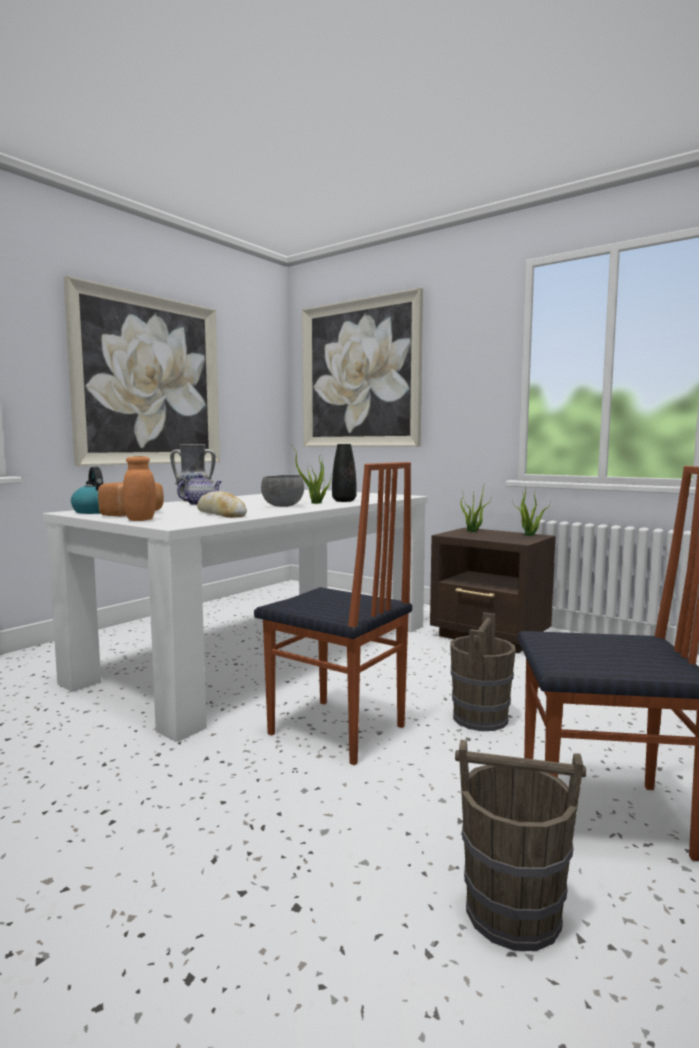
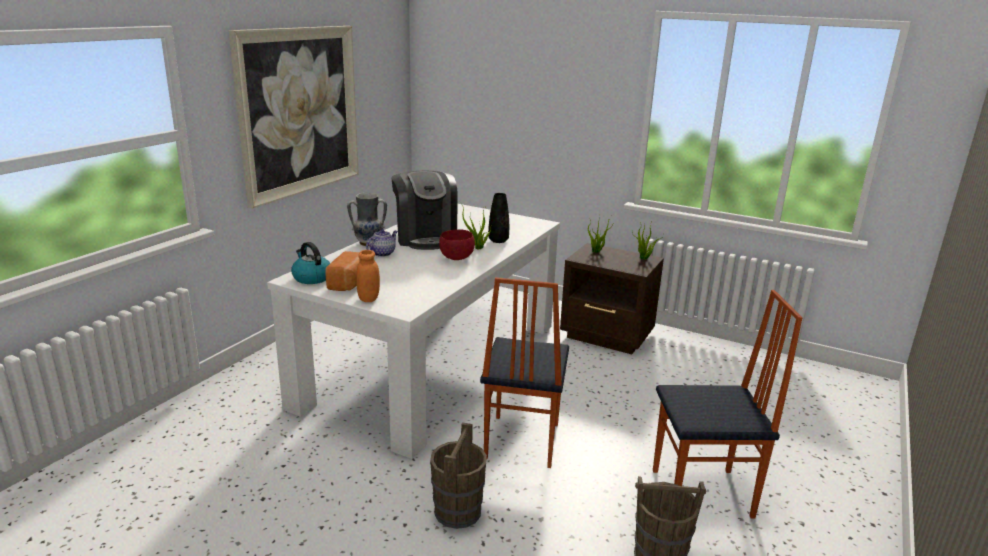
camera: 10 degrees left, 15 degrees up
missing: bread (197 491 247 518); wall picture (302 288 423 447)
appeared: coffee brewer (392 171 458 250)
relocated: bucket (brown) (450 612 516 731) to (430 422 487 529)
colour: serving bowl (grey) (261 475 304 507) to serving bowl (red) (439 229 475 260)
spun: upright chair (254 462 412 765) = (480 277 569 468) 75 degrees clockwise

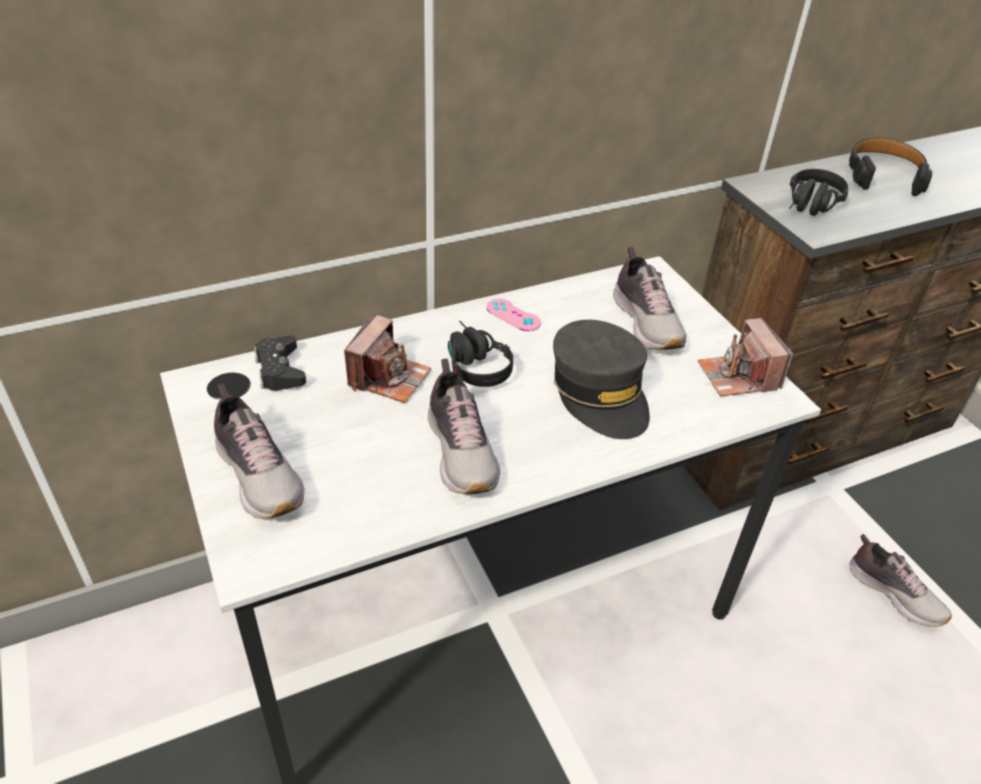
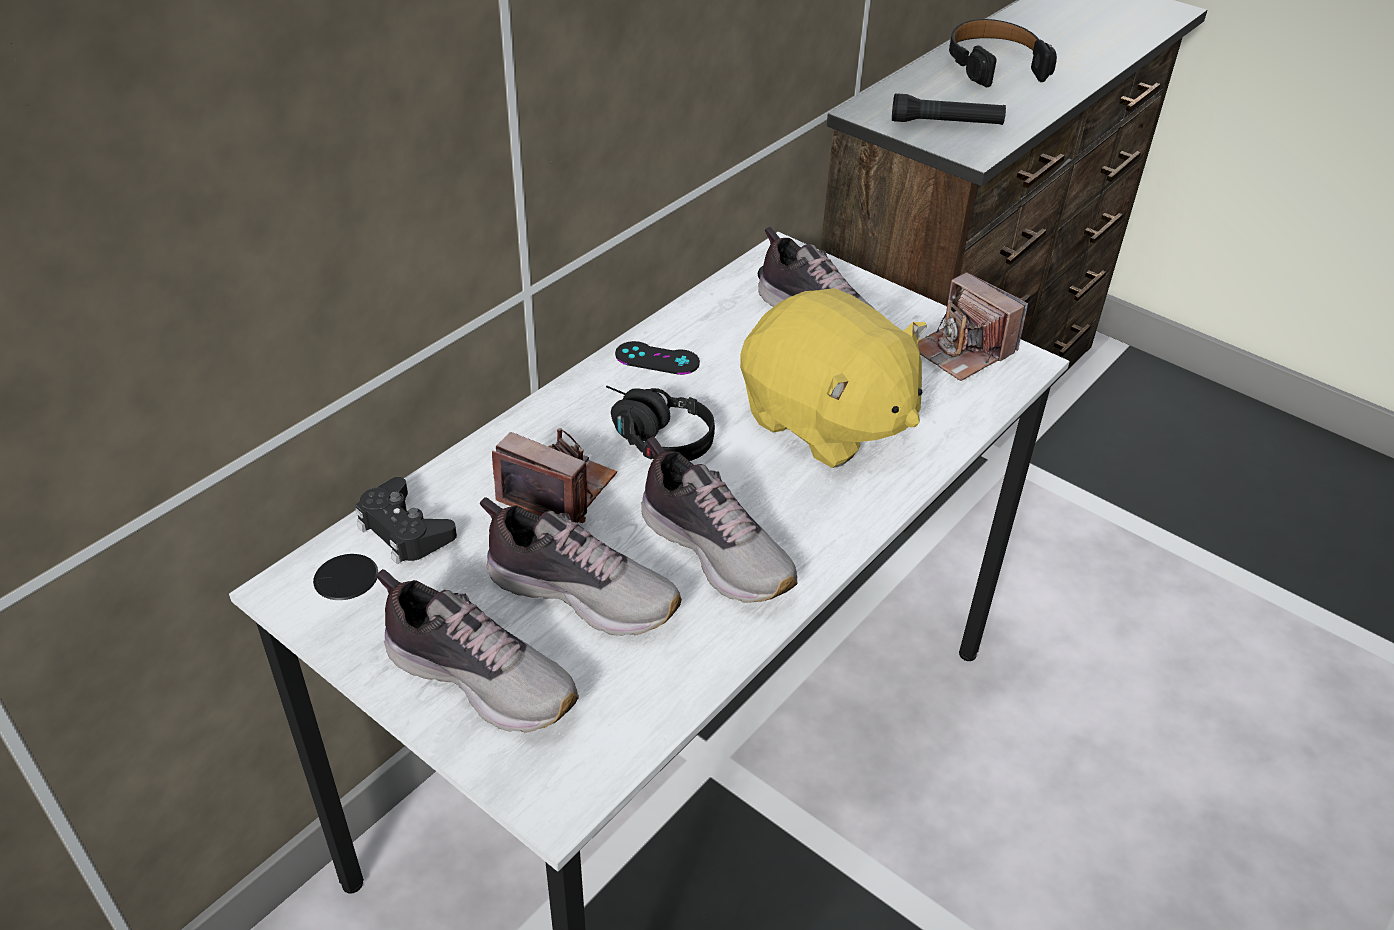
camera: 25 degrees left, 0 degrees up
relocated: item of footwear (849 534 952 627) to (480 497 682 636)
exchanged: cap (grey) (553 320 650 439) to soft toy (yellow) (740 288 927 468); headphones (blackish) (789 169 848 216) to hand torch (blackish) (892 94 1006 125)
colour: game controller (pink-coloured) (486 299 541 331) to game controller (blackish) (615 341 700 375)
spun: photo camera (344 314 431 403) = (492 428 617 523) 60 degrees counterclockwise

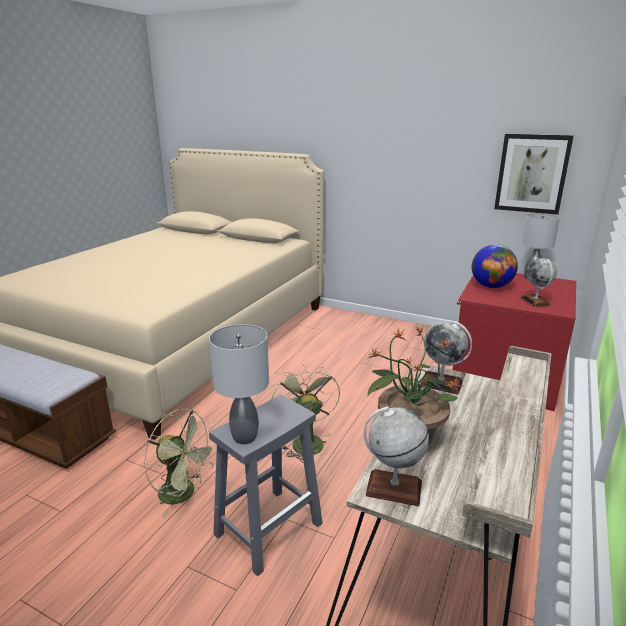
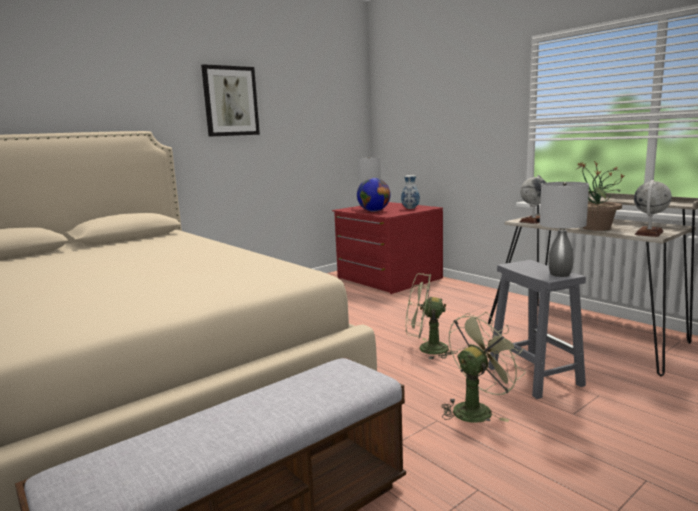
camera: 65 degrees left, 10 degrees down
relocated: wall picture (494 134 574 215) to (201 64 260 137)
exchanged: globe (521 258 557 307) to vase (401 175 420 209)

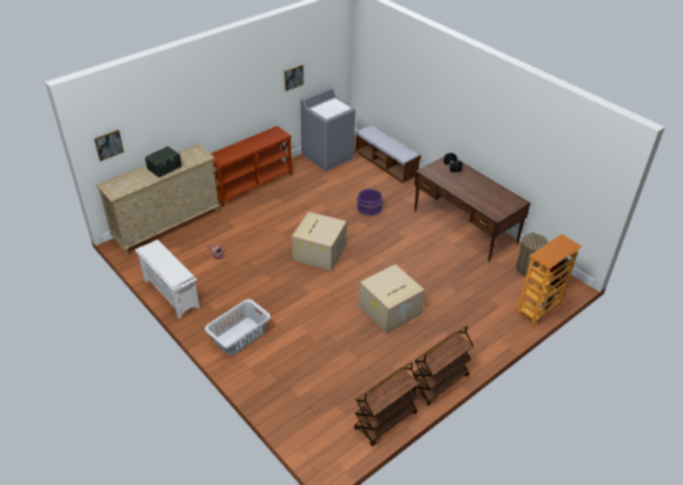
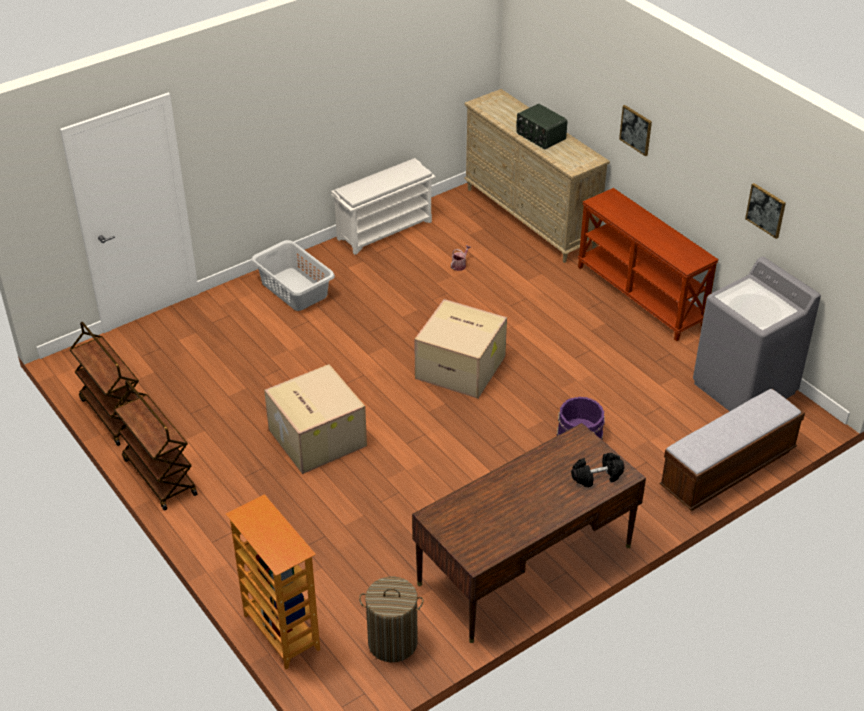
camera: 95 degrees right, 0 degrees up
relocated: wall picture (94 130 124 161) to (619 105 652 156)

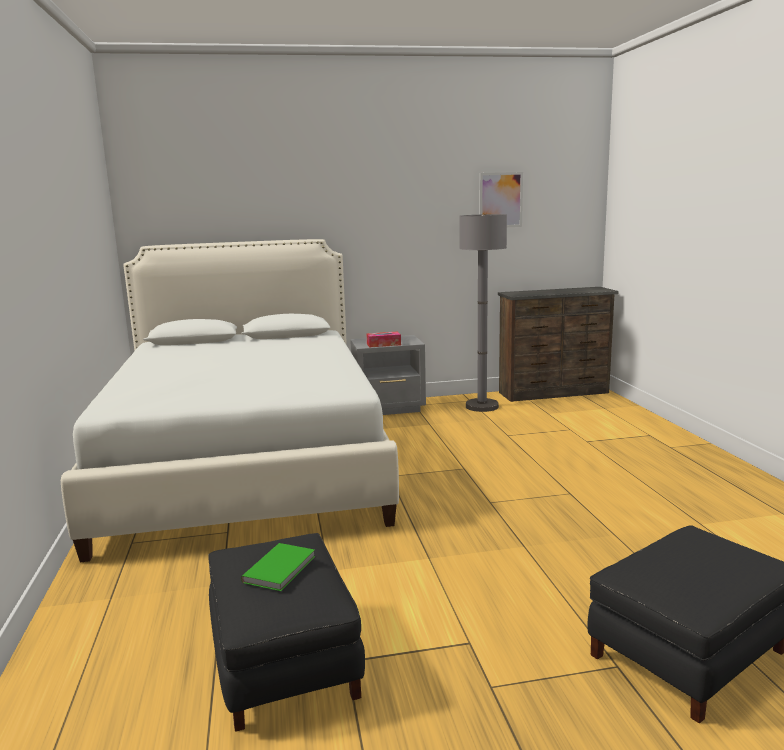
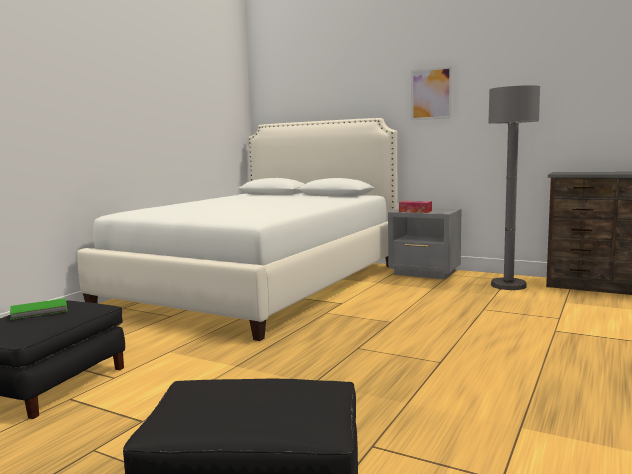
camera: 40 degrees right, 5 degrees down
relocated: wall picture (480 172 523 227) to (411 66 452 120)

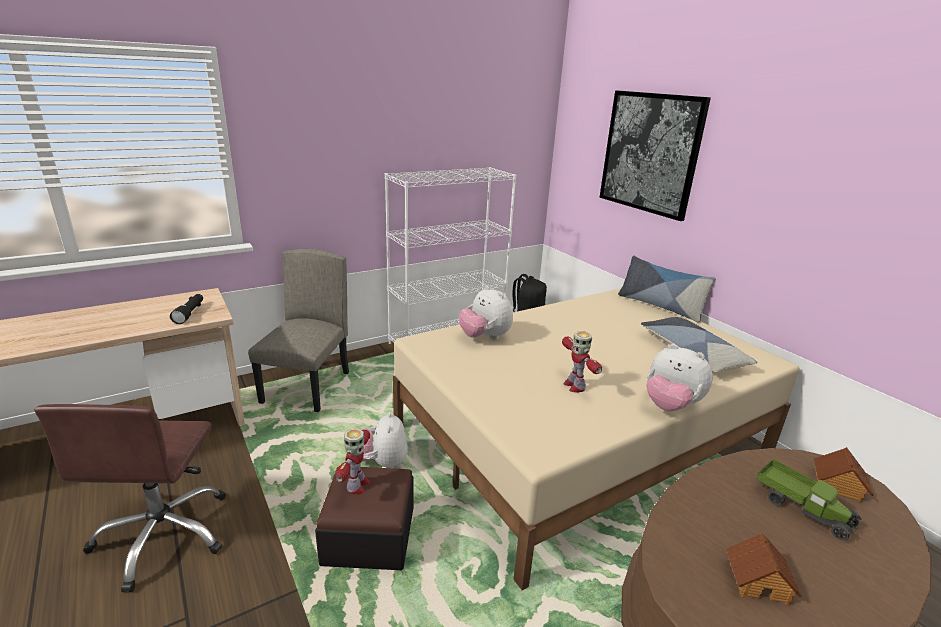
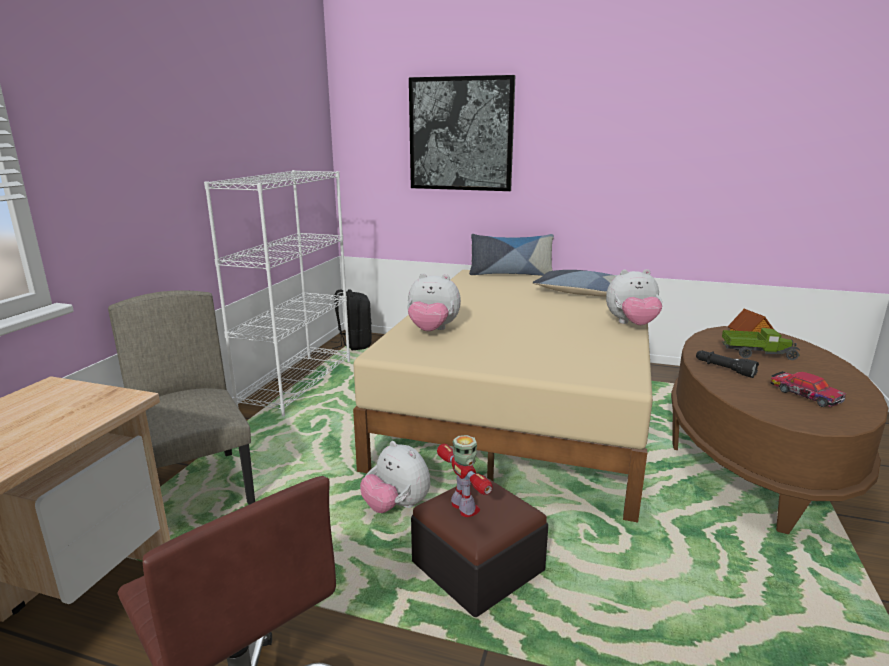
camera: 40 degrees left, 5 degrees down
missing: toy robot (562 331 602 392)
relocated: hand torch (blackish) (170 294 203 324) to (696 350 759 378)
exchanged: model house (726 533 802 605) to toy car (770 371 846 407)

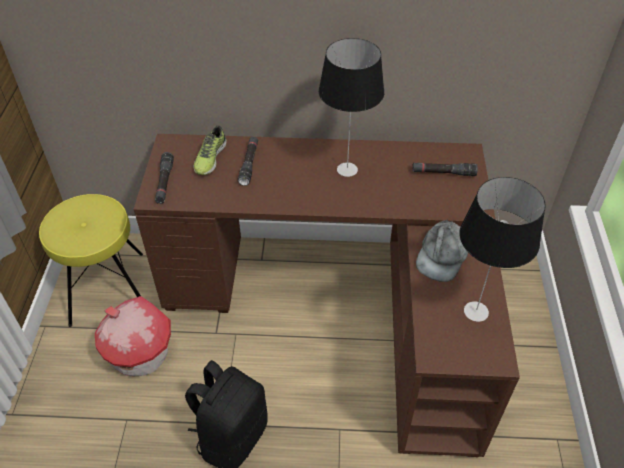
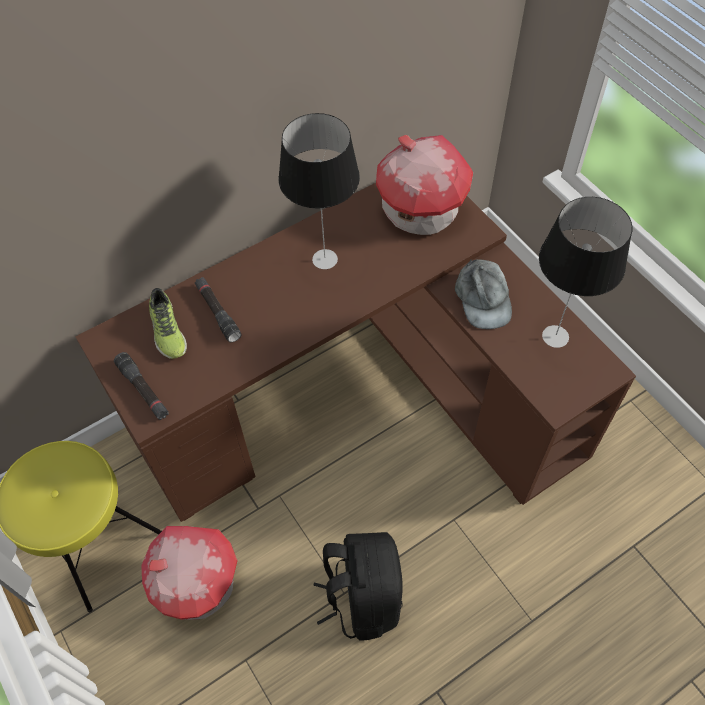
camera: 35 degrees left, 10 degrees up
exchanged: hand torch (blackish) (412 163 478 176) to model house (376 135 473 235)

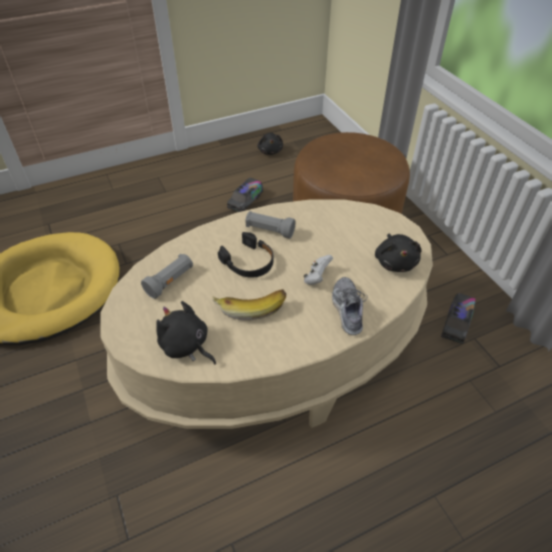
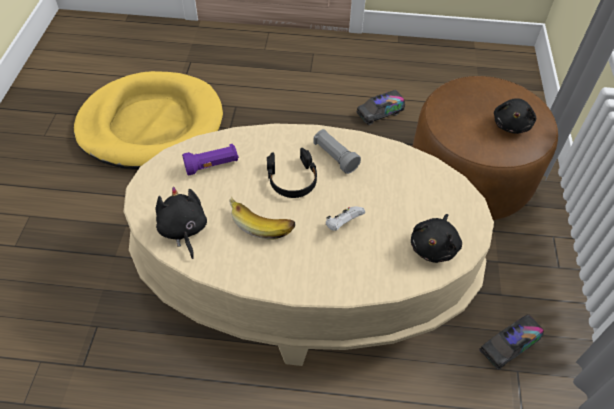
camera: 30 degrees right, 5 degrees up
missing: item of footwear (332 277 368 335)
relocated: soft toy (blackish) (257 133 283 155) to (494 98 536 134)
colour: hand torch (grey) (141 254 193 299) to hand torch (purple-coloured) (182 144 239 176)

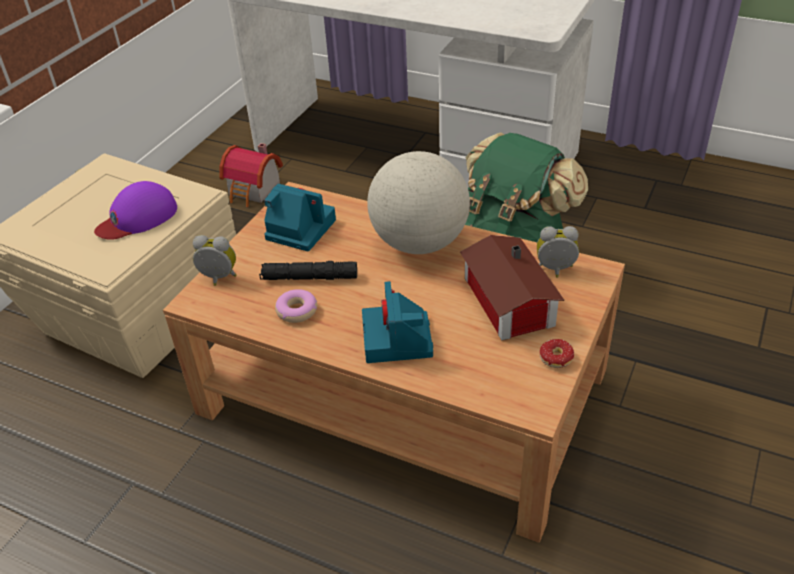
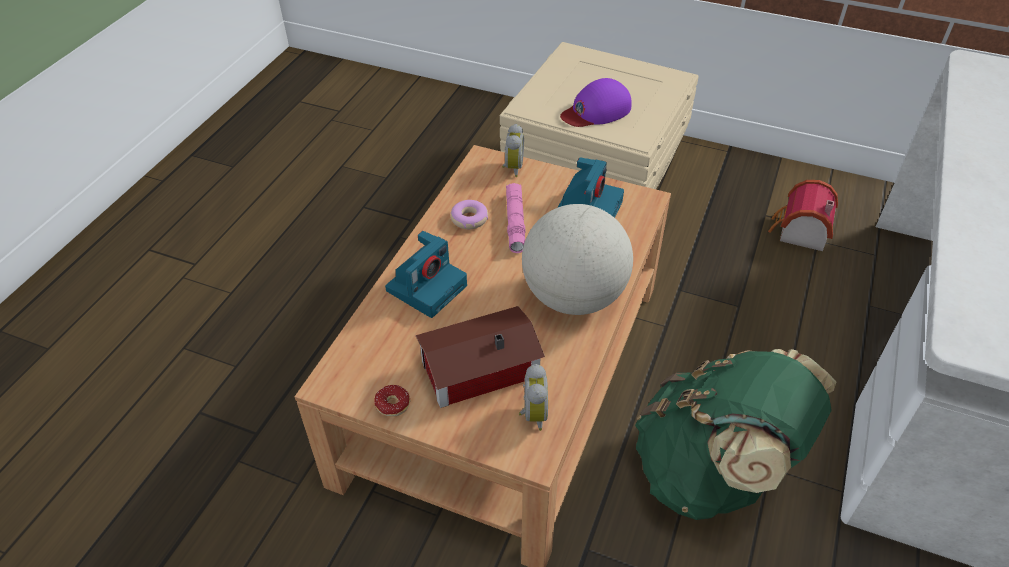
camera: 85 degrees right, 5 degrees up
colour: hand torch (blackish) (259 261 357 280) to hand torch (pink-coloured) (506 183 526 253)
spun: photo camera (362 281 433 363) = (385 231 467 318) 135 degrees clockwise; cap (purple-coloured) (94 181 177 240) = (560 78 632 127) 75 degrees counterclockwise

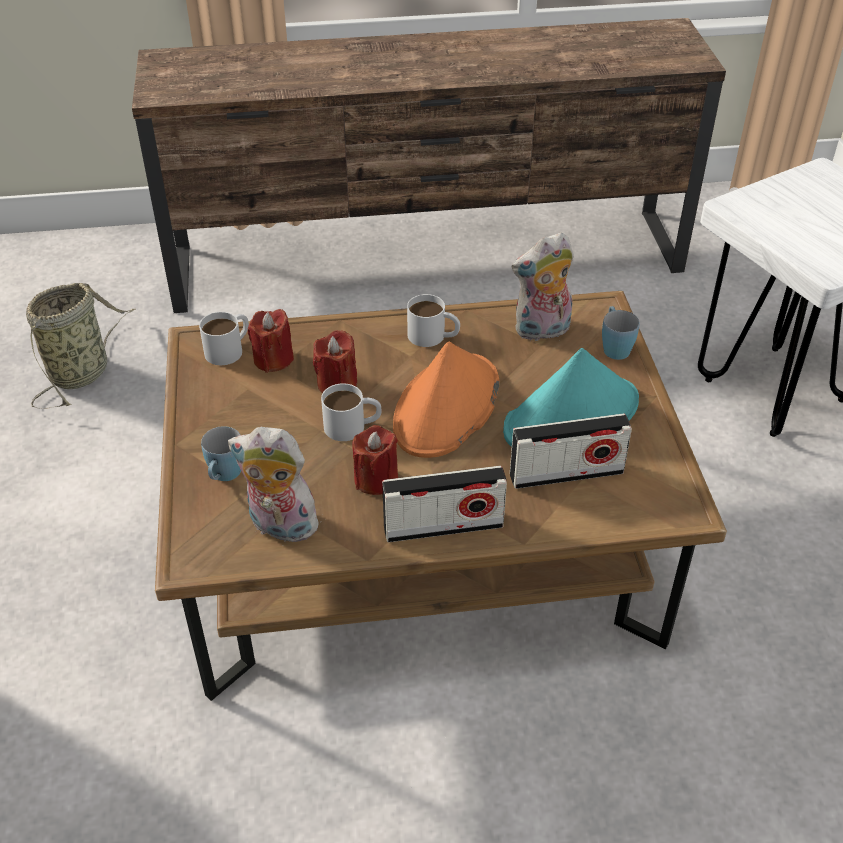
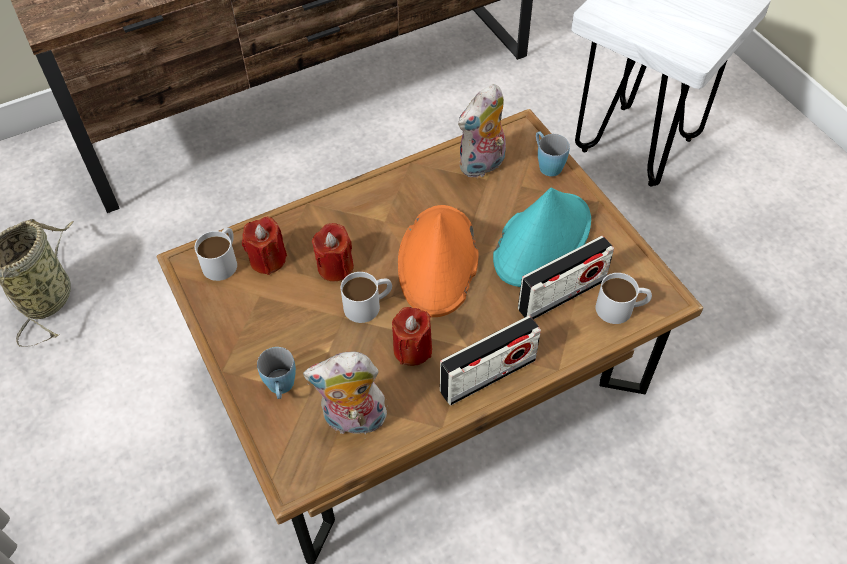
camera: 20 degrees left, 10 degrees up
relocated: mug (white-coloured) (407 294 460 347) to (596 273 652 324)

